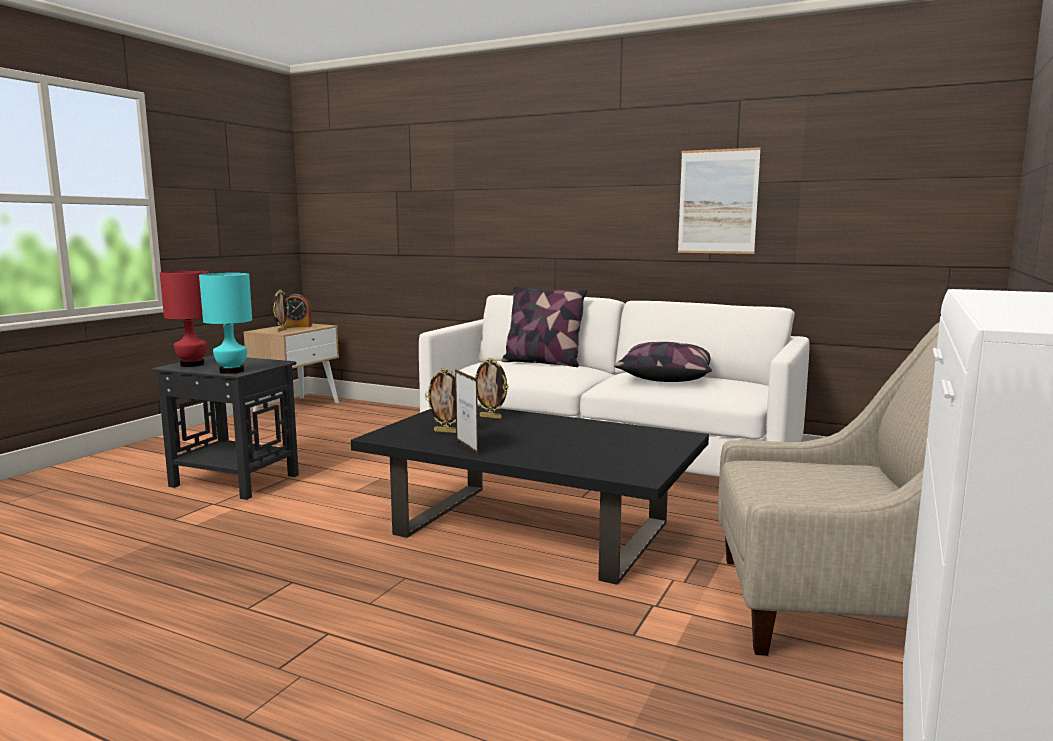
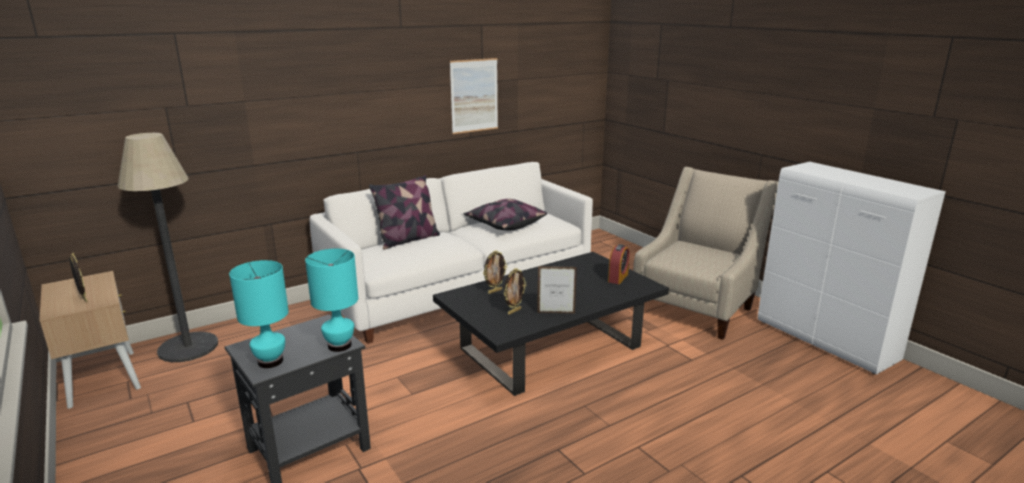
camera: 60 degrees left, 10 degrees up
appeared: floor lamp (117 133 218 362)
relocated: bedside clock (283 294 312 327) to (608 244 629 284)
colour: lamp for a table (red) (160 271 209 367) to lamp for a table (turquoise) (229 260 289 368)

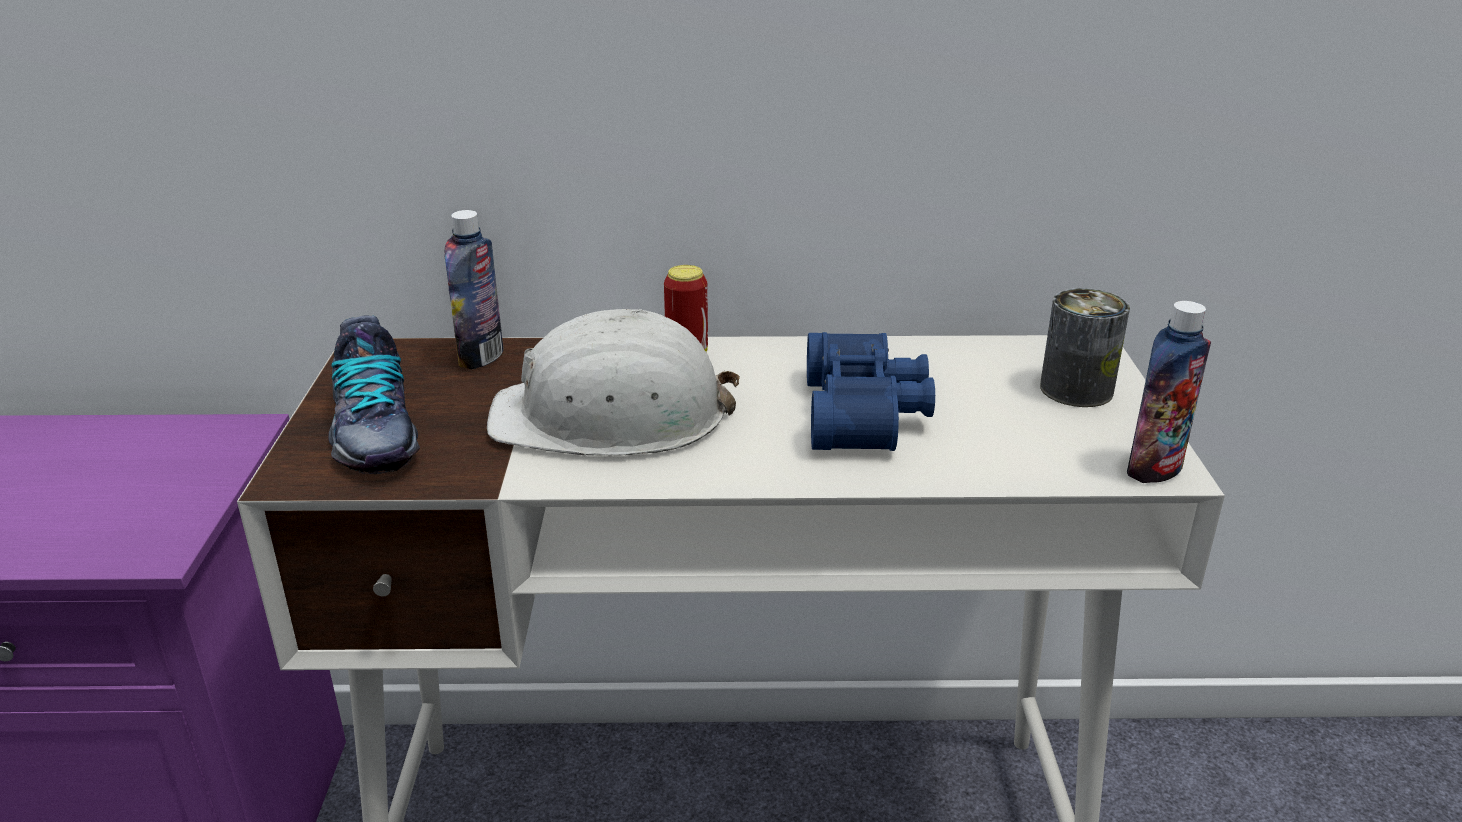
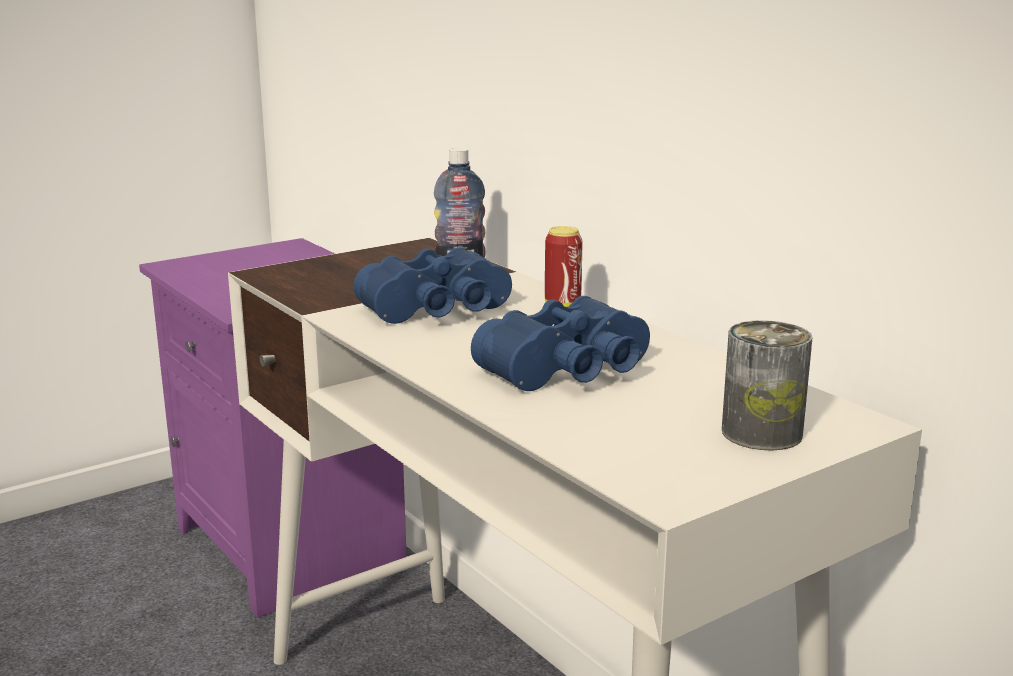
camera: 55 degrees right, 10 degrees down
missing: item of footwear (328 315 420 474); bottle (1127 301 1211 483)
exchanged: work helmet (white-coloured) (487 309 740 456) to pair of binoculars (blue-coloured) (353 247 512 324)

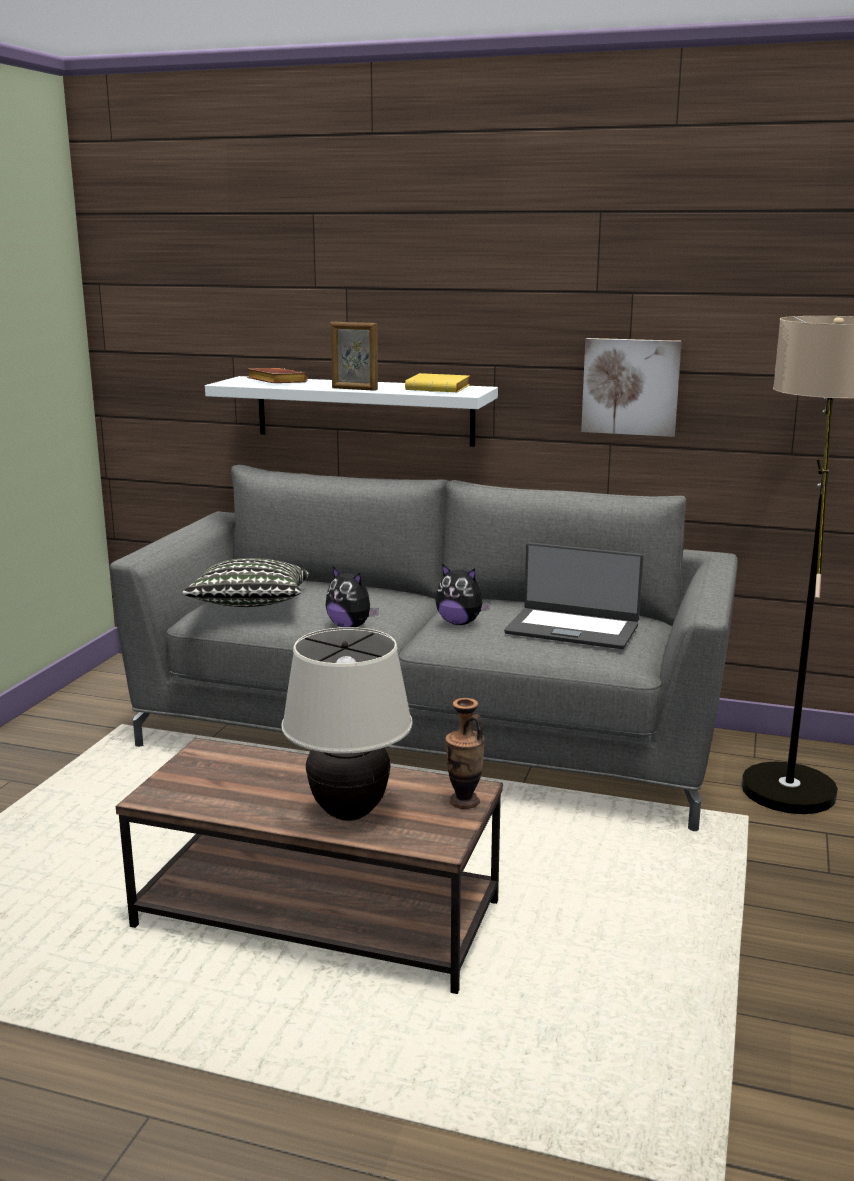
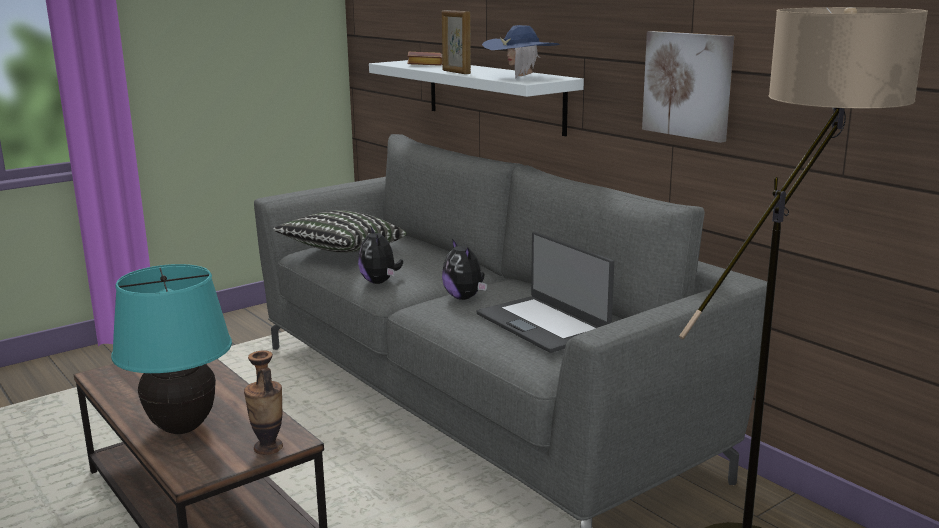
camera: 35 degrees right, 0 degrees up
exchanged: book (yellow) (405 373 470 392) to wearable hat (blue-coloured) (482 25 561 78)
colour: lamp for a table (sand-coloured) (281 627 412 821) to lamp for a table (turquoise) (111 264 232 434)

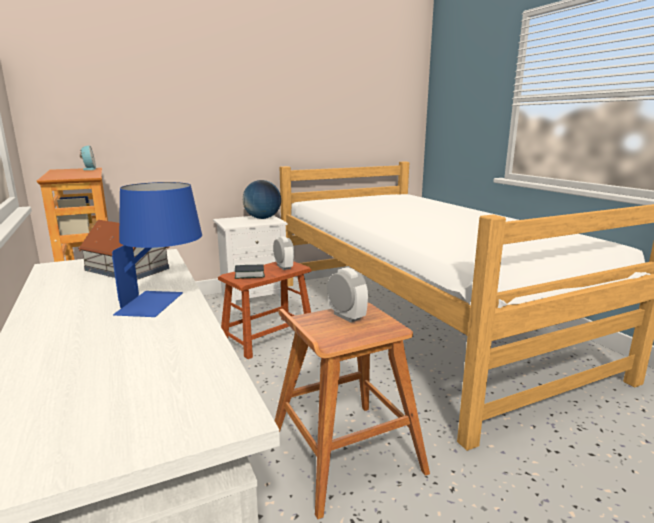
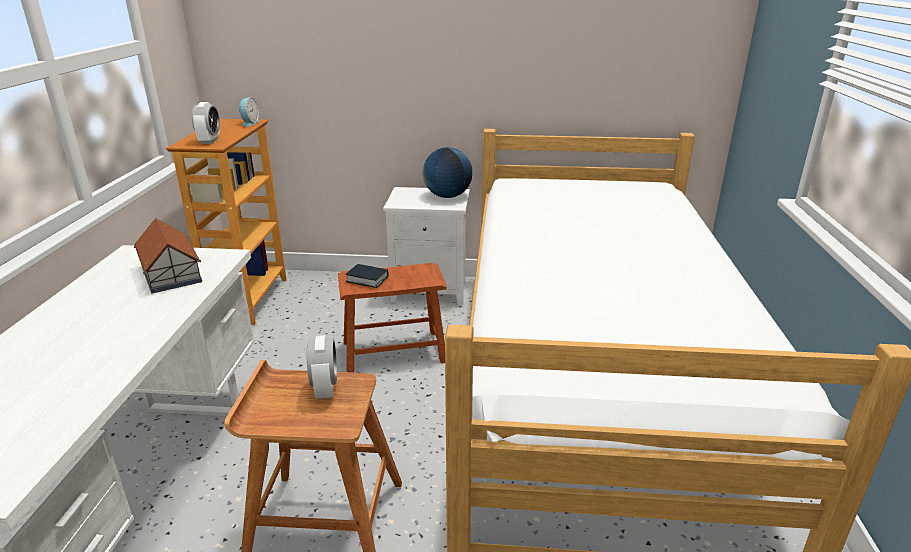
camera: 30 degrees right, 10 degrees up
missing: lamp for a table (blue-coloured) (112 182 202 317)
relocated: bedside clock (273 236 294 270) to (192 102 220 144)

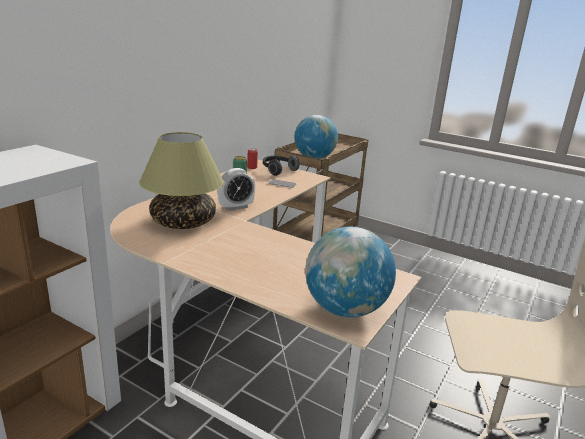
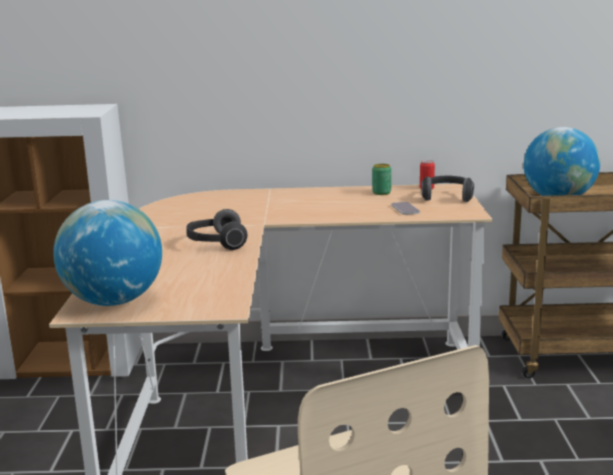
camera: 60 degrees right, 5 degrees down
missing: lamp for a table (139 132 224 229); bedside clock (217 168 255 211)
appeared: headphones (186 209 247 250)

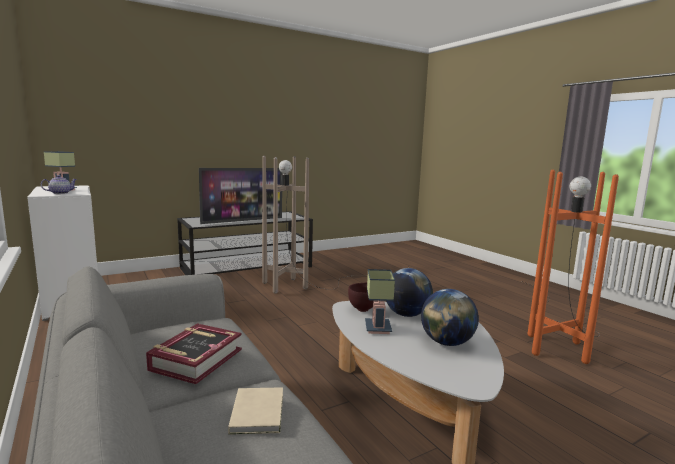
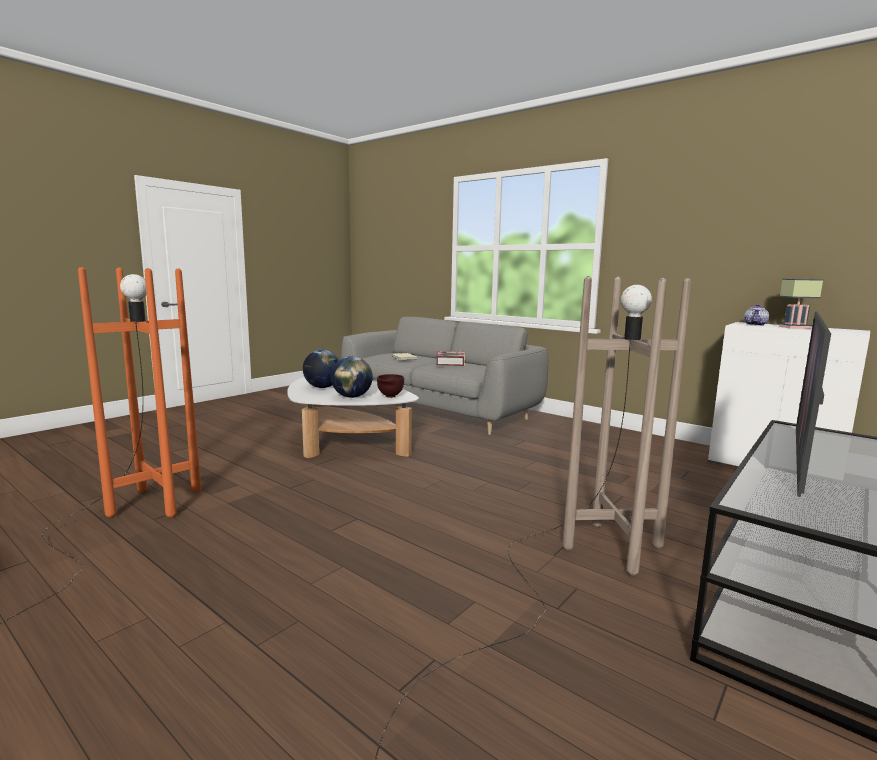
camera: 160 degrees right, 0 degrees up
missing: lamp for a table (365 269 395 334)

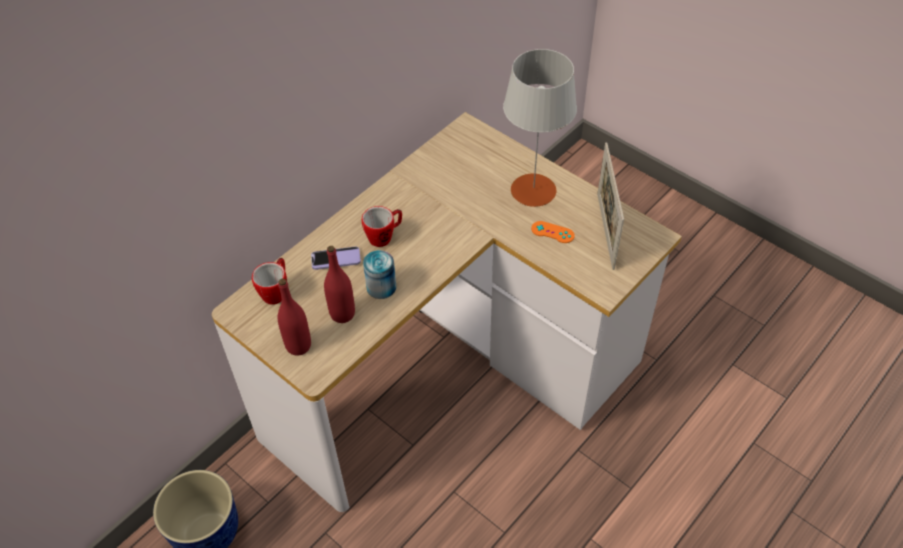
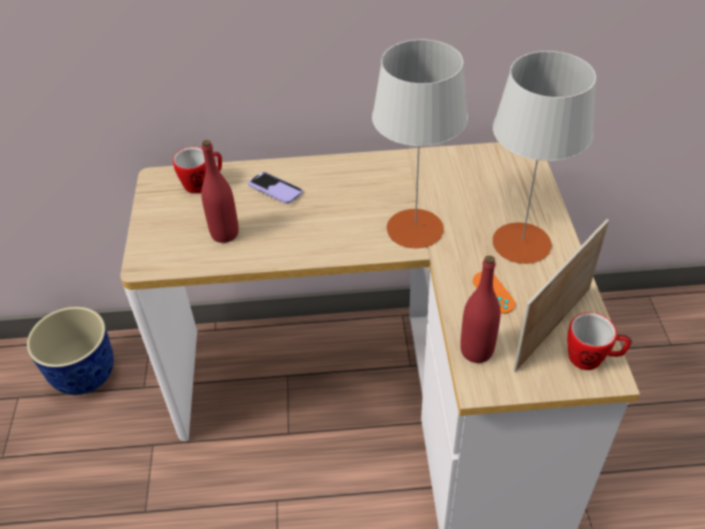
camera: 45 degrees right, 5 degrees down
missing: metal can (363 250 396 299)
appeared: lamp for a table (grey) (372 39 468 248)
relocated: bottle (red) (278 279 311 356) to (460 255 501 363); mug (362 206 402 247) to (567 312 632 370)

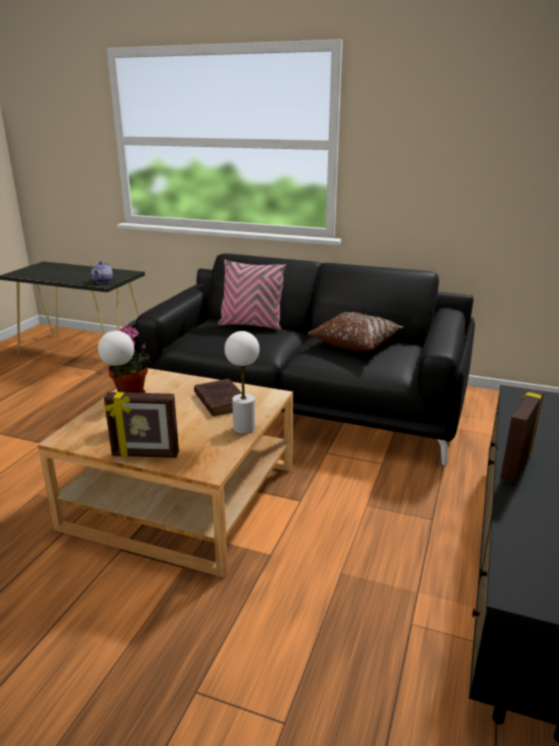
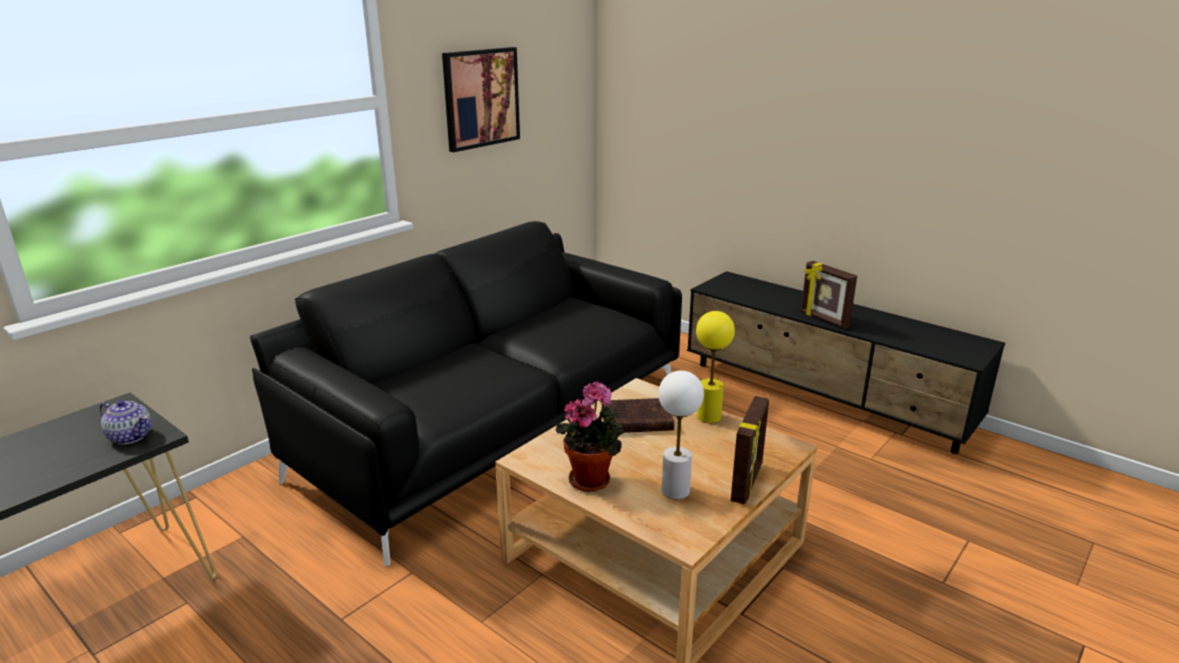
camera: 70 degrees left, 0 degrees up
missing: throw pillow (pink-coloured) (218 259 286 330); throw pillow (brown) (307 312 404 351)
appeared: wall picture (442 47 520 152)
colour: lamp for a table (white-coloured) (225 331 259 434) to lamp for a table (yellow) (696 311 735 423)

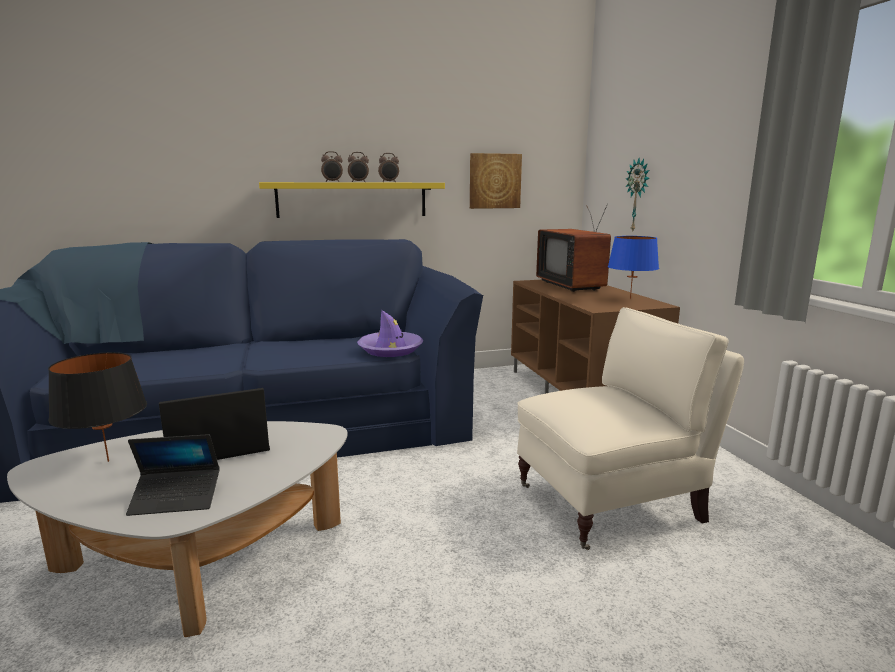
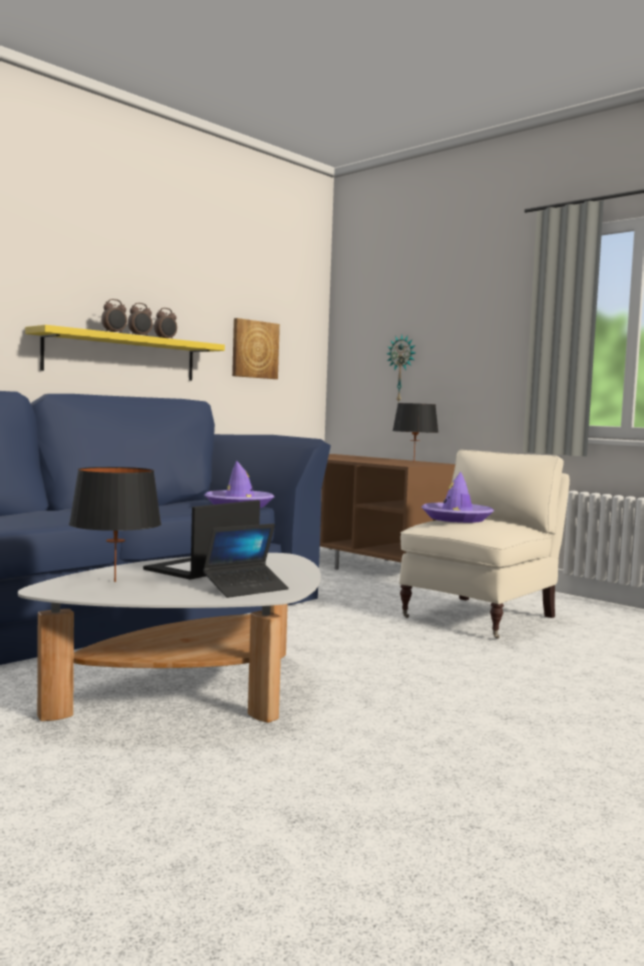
camera: 30 degrees left, 10 degrees down
missing: TV set (536 203 611 292)
appeared: wearable hat (purple-coloured) (421 472 494 523)
colour: lamp for a table (blue-coloured) (608 236 659 299) to lamp for a table (blackish) (393 403 439 460)

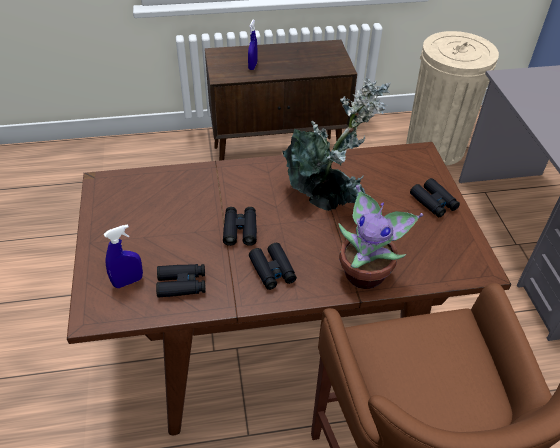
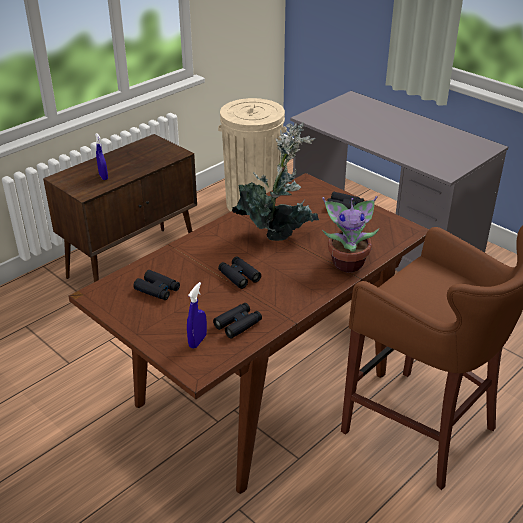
camera: 35 degrees left, 10 degrees down
relocated: pair of binoculars (blackish) (249 243 297 290) to (133 270 180 300)

